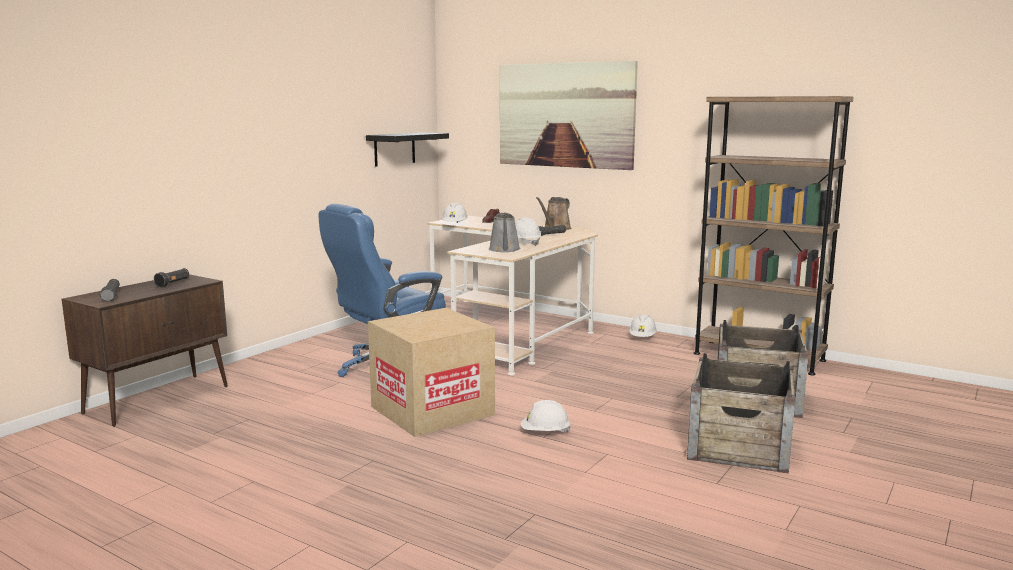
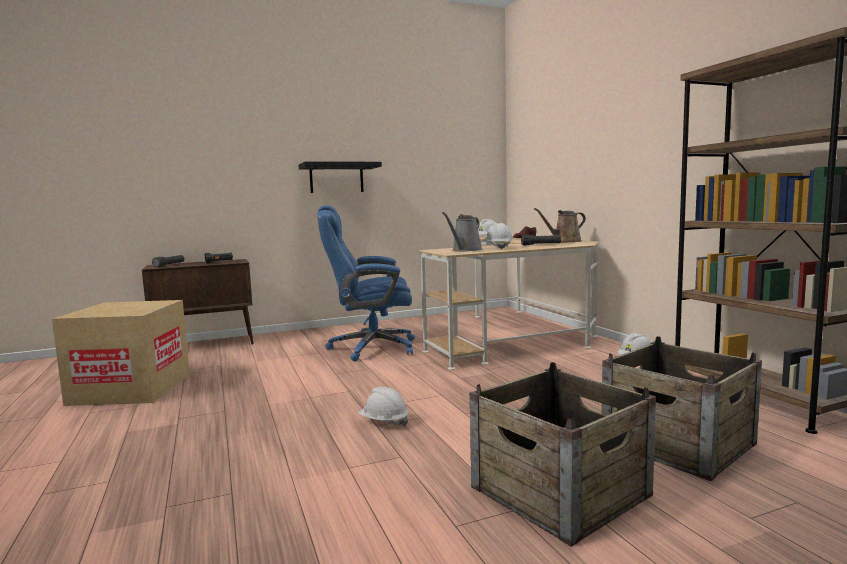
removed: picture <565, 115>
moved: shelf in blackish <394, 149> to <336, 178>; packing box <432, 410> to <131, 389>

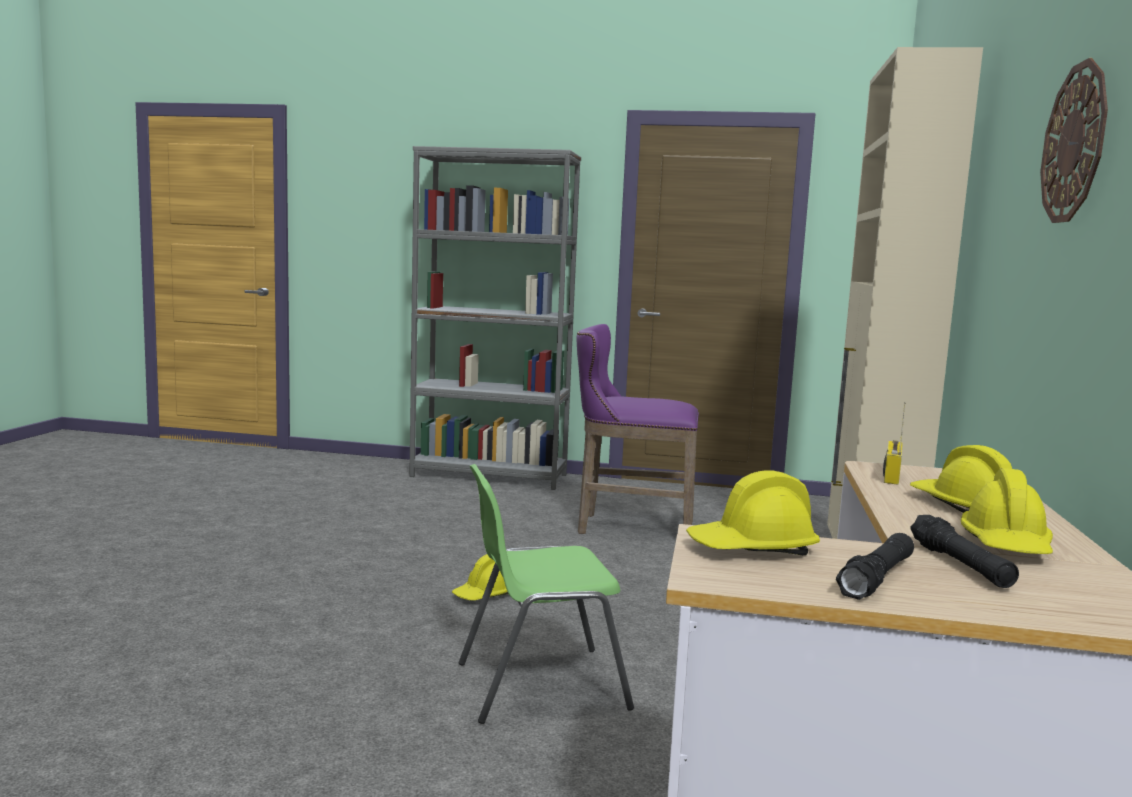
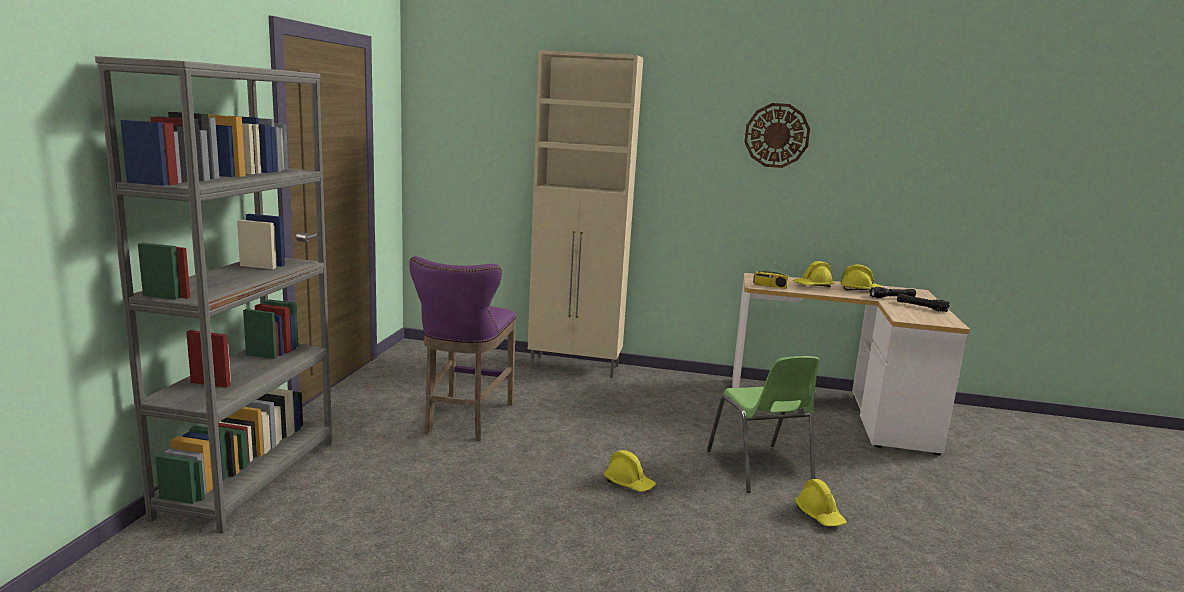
moved: hard hat in yellowish <752, 548> to <819, 515>

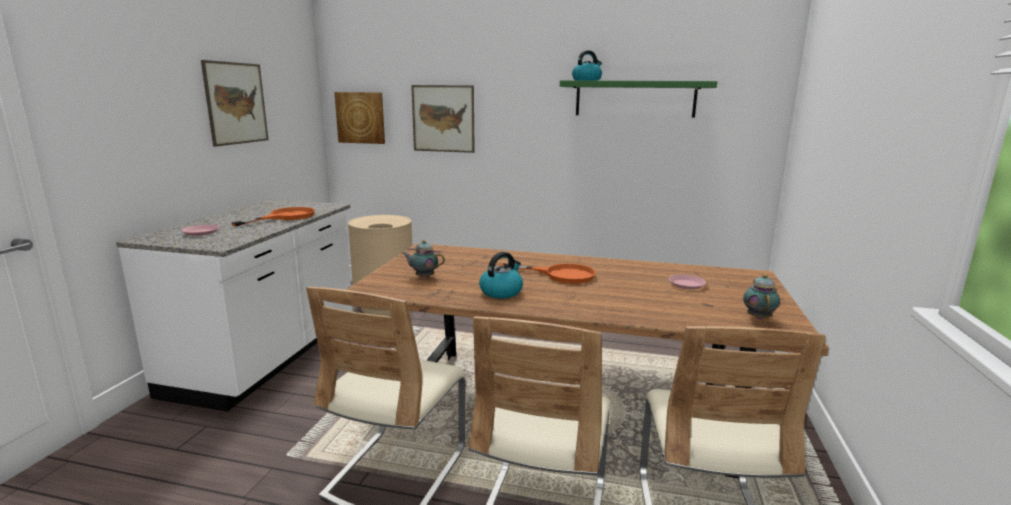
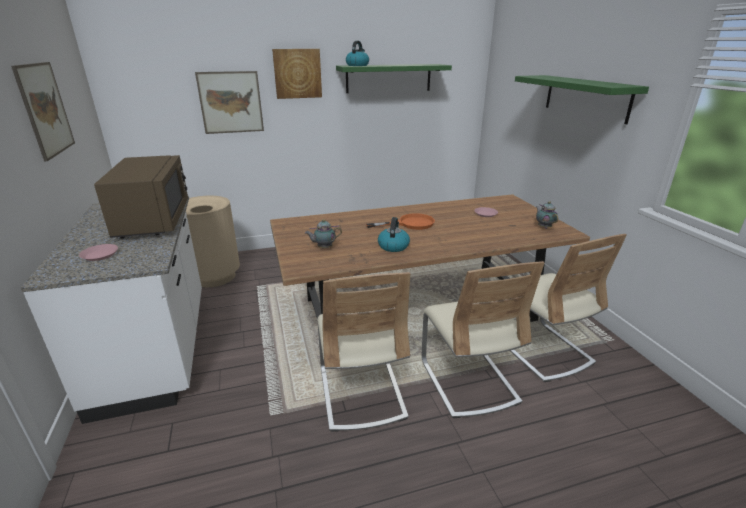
added: shelf in greenish <586, 97>
moved: picture <361, 117> to <297, 73>
replaced: skillet in orange-coloured <285, 217> to microwave in brownish <153, 220>

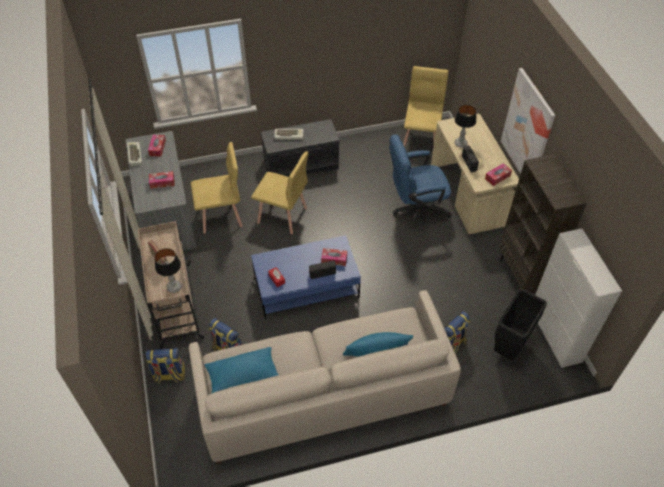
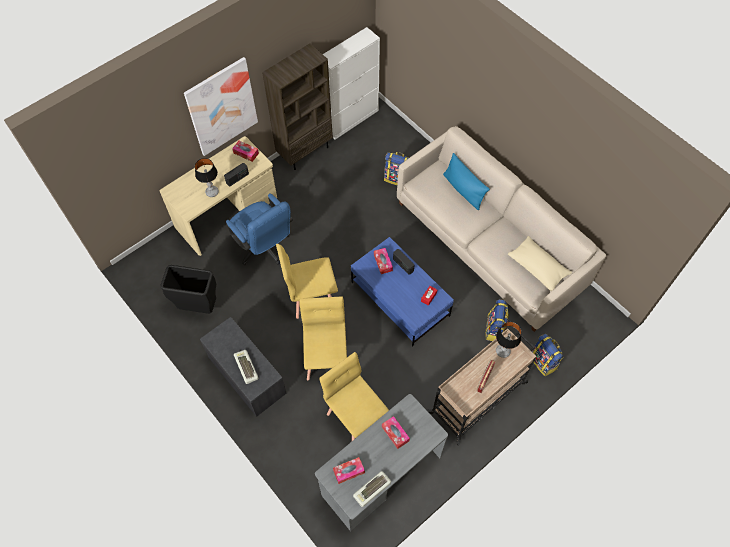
moved: plain chair in yellowish <421, 140> to <311, 297>; rubbish bin in blackish <510, 348> to <199, 306>
recoloured: cushion in blue-coloured <242, 376> to cushion in beige <538, 267>

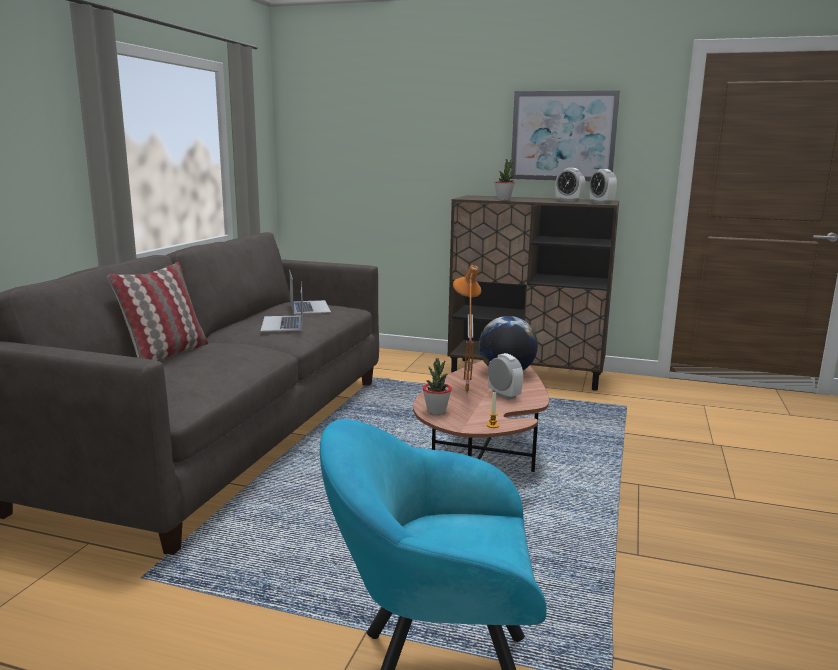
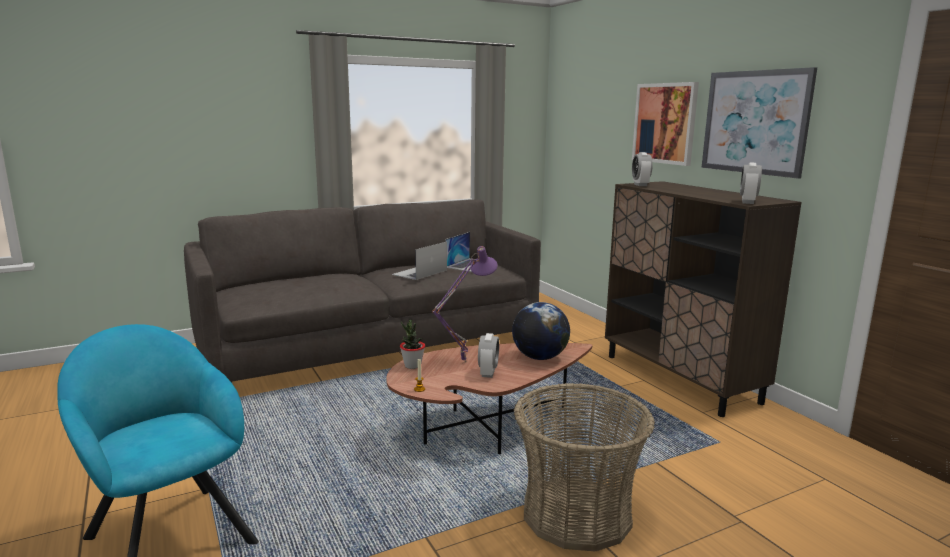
removed: cushion <166, 355>; houseplant <503, 199>
added: basket <577, 514>; picture <665, 123>
moved: table clock <569, 200> to <640, 185>
recoloured: table lamp in orange-coloured <464, 394> to table lamp in purple <462, 362>

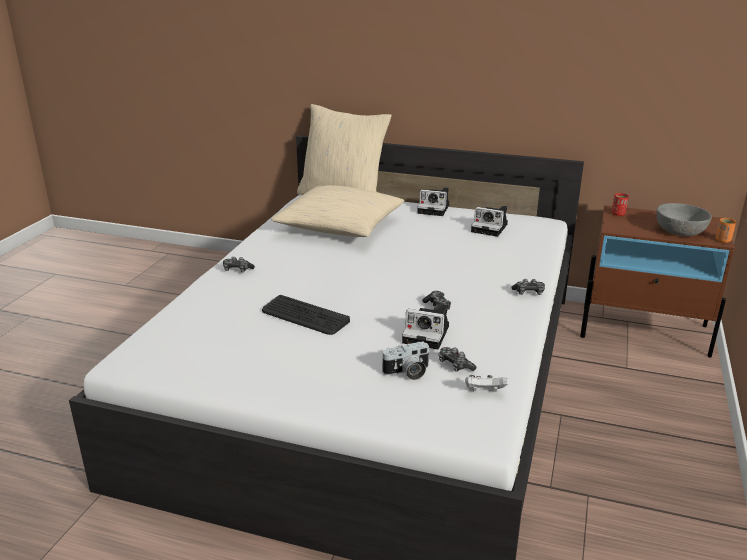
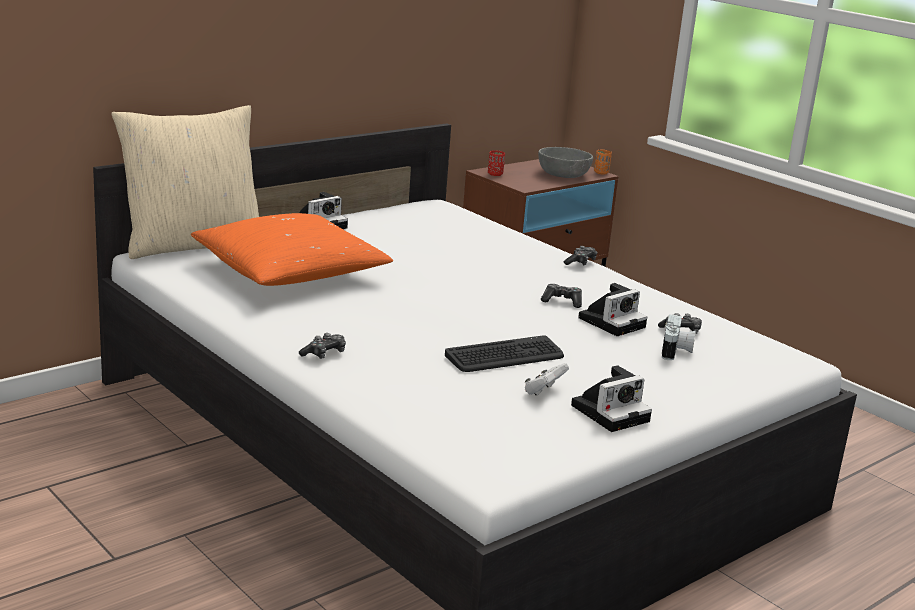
moved: joypad in white-coloured <484, 392> to <543, 392>; photo camera <491, 228> to <611, 412>
recoloured: cushion in beige <340, 226> to cushion in orange-coloured <290, 272>

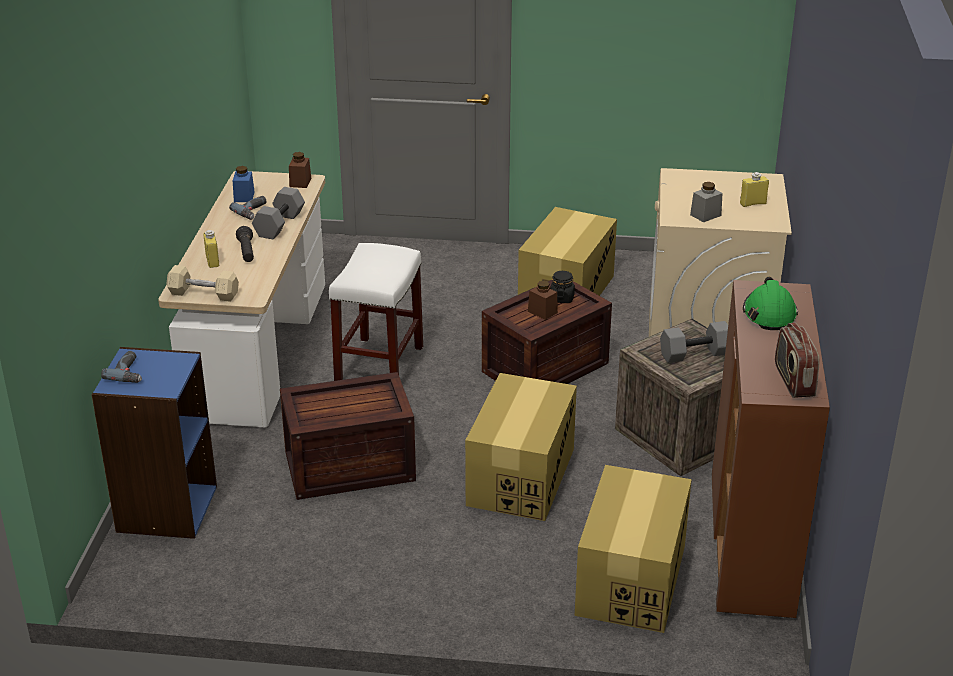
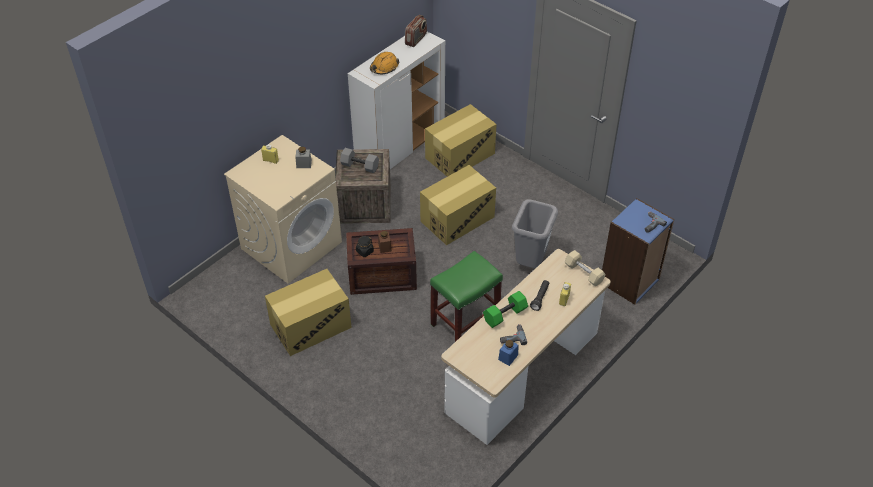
removed: preserve jar in brownish <300, 182>
replaced: packing crate <347, 466> to rubbish bin in gray <530, 263>
recoloured: dumbbell in gray <279, 224> to dumbbell in greenish <505, 315>; stool seat in white-coloured <380, 366> to stool seat in greenish <465, 322>; cabinet in brownish <752, 546> to cabinet in white-coloured <400, 146>; hard hat in greenish <769, 313> to hard hat in orange-coloured <384, 67>

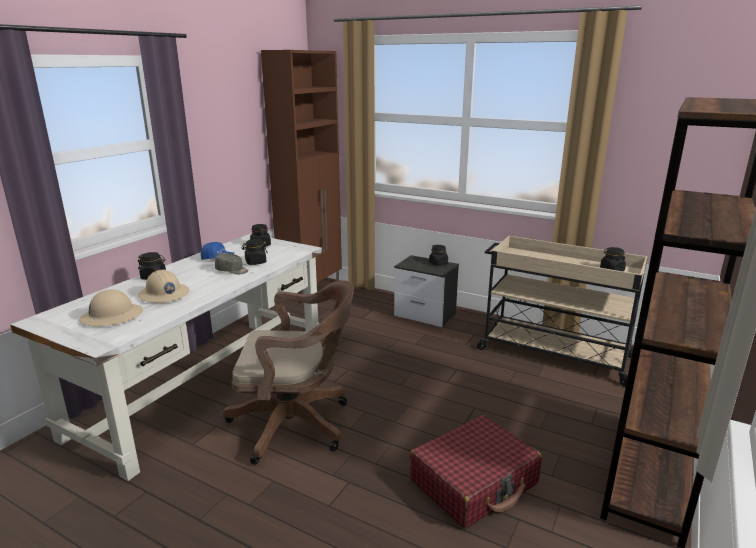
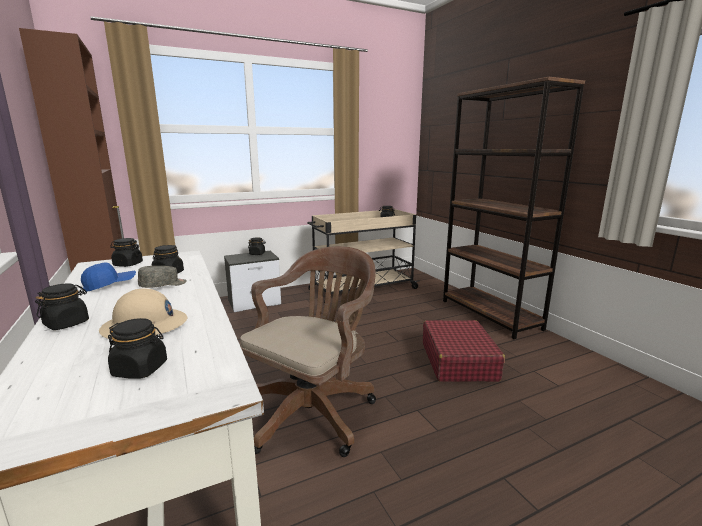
replaced: hard hat in beige <112, 316> to preserve jar in blackish <140, 369>

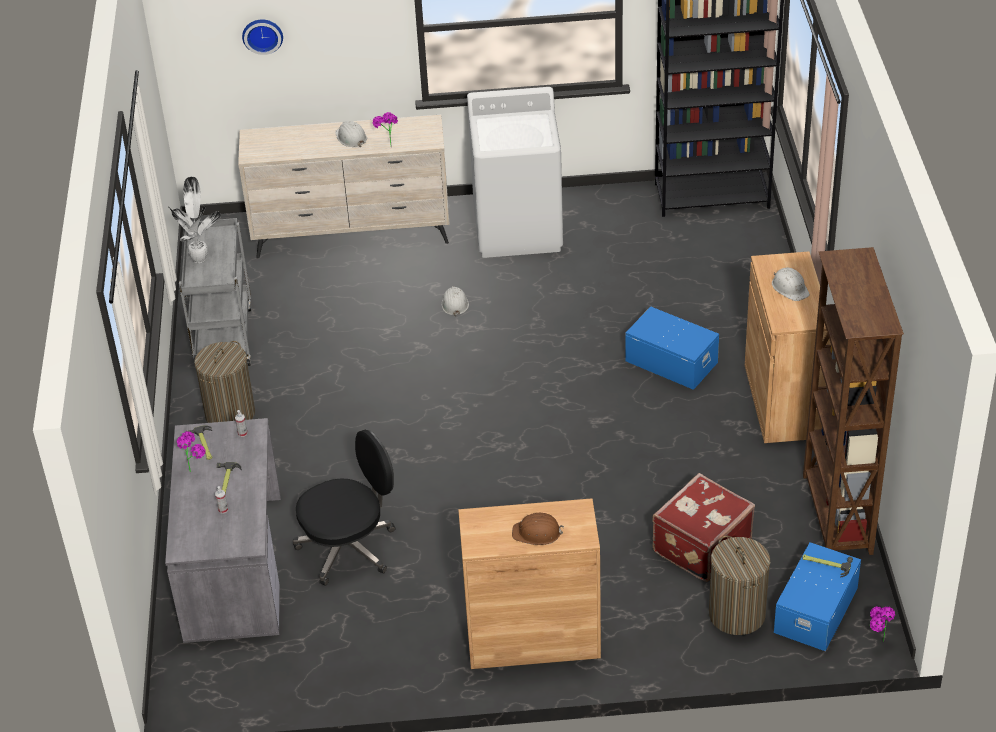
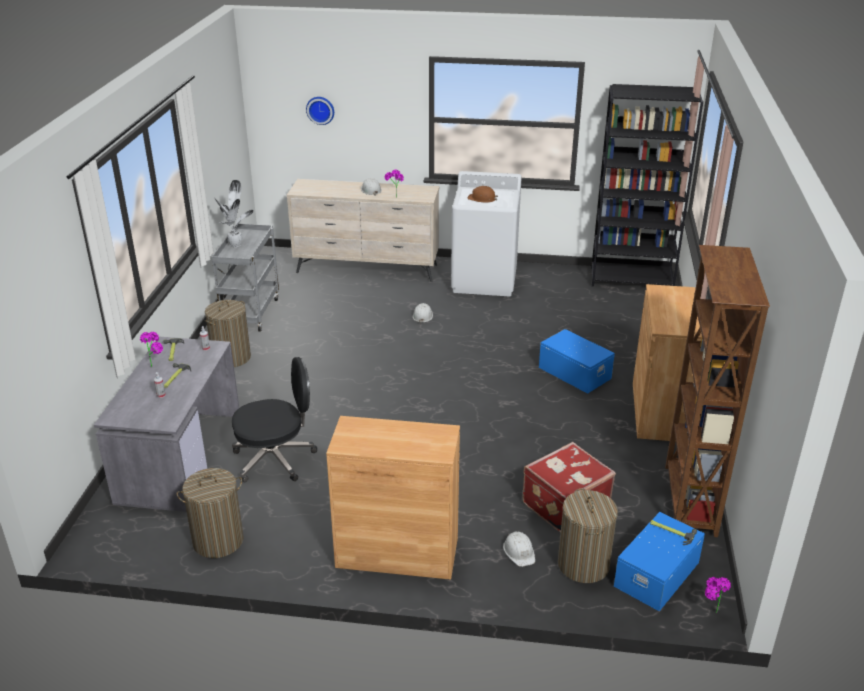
added: laundry basket <218, 540>
moved: hard hat in brownish <537, 533> to <482, 198>; hard hat in white-coloured <790, 288> to <519, 551>

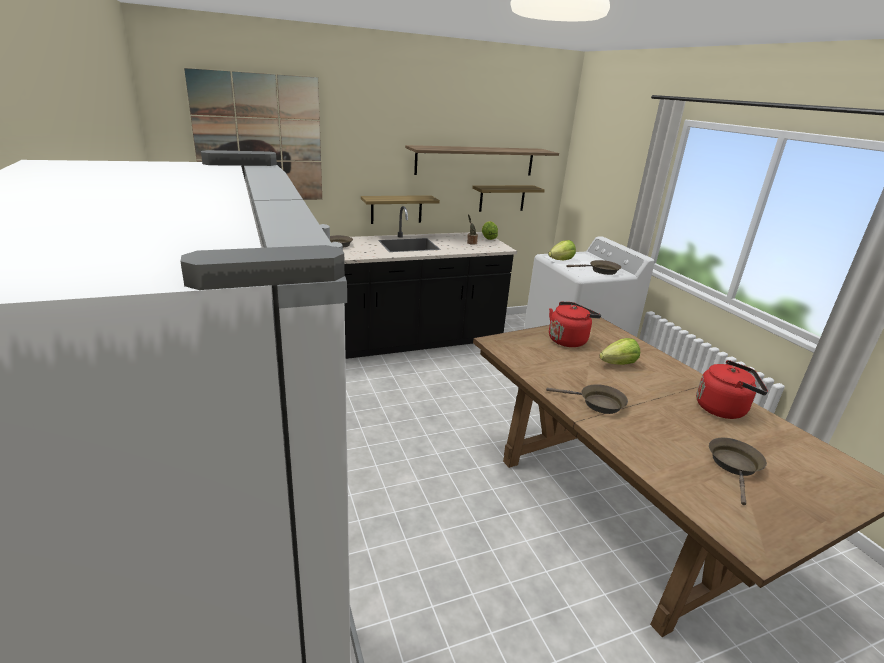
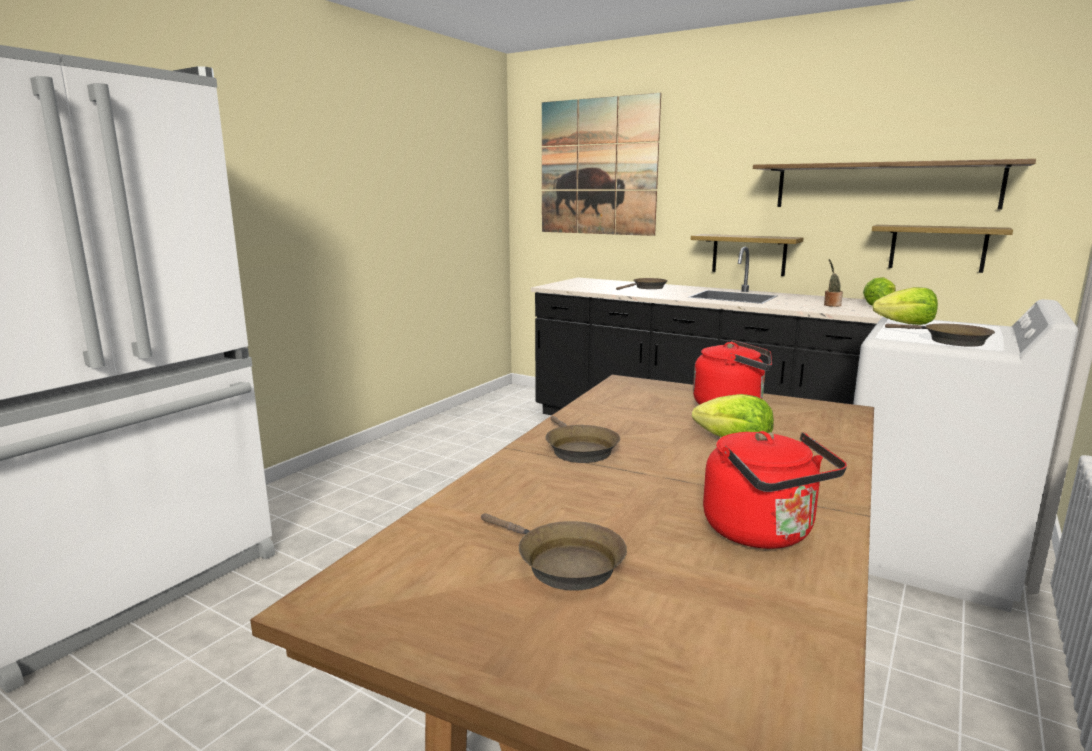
turned: skillet in brownish <734, 466> = <563, 564> 60 degrees clockwise

